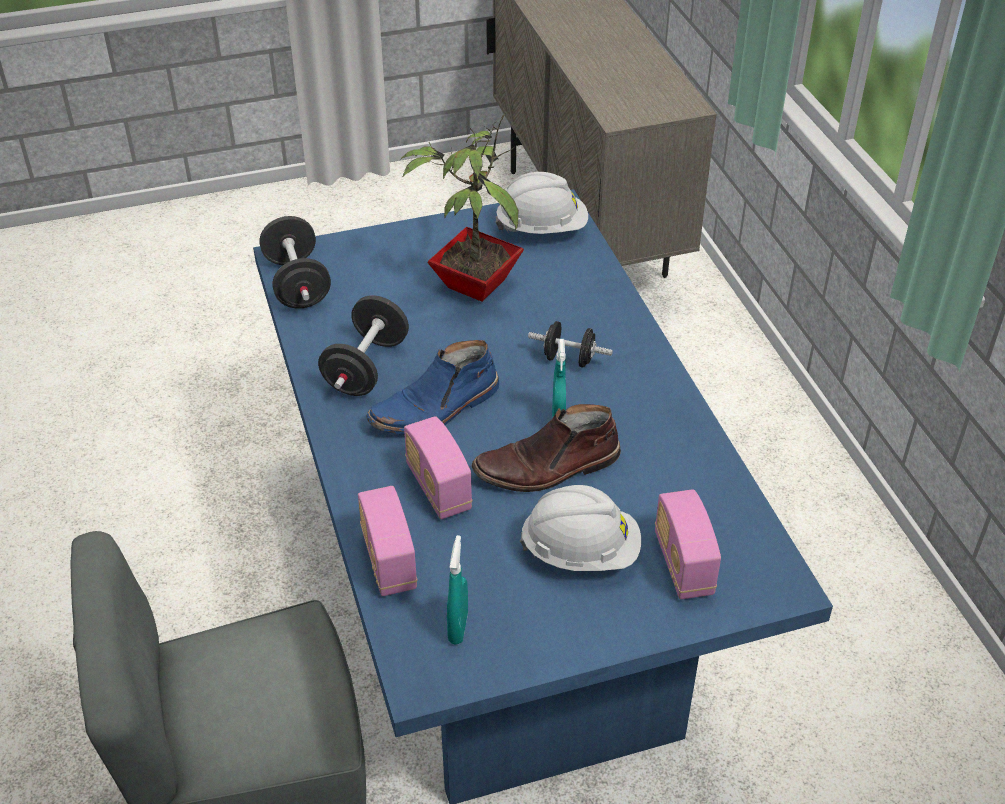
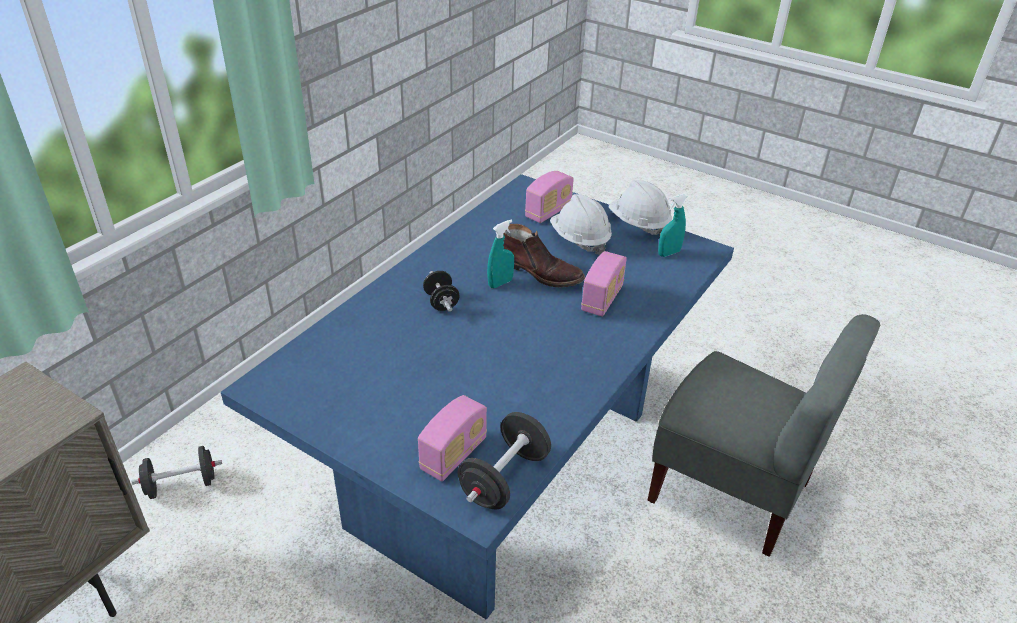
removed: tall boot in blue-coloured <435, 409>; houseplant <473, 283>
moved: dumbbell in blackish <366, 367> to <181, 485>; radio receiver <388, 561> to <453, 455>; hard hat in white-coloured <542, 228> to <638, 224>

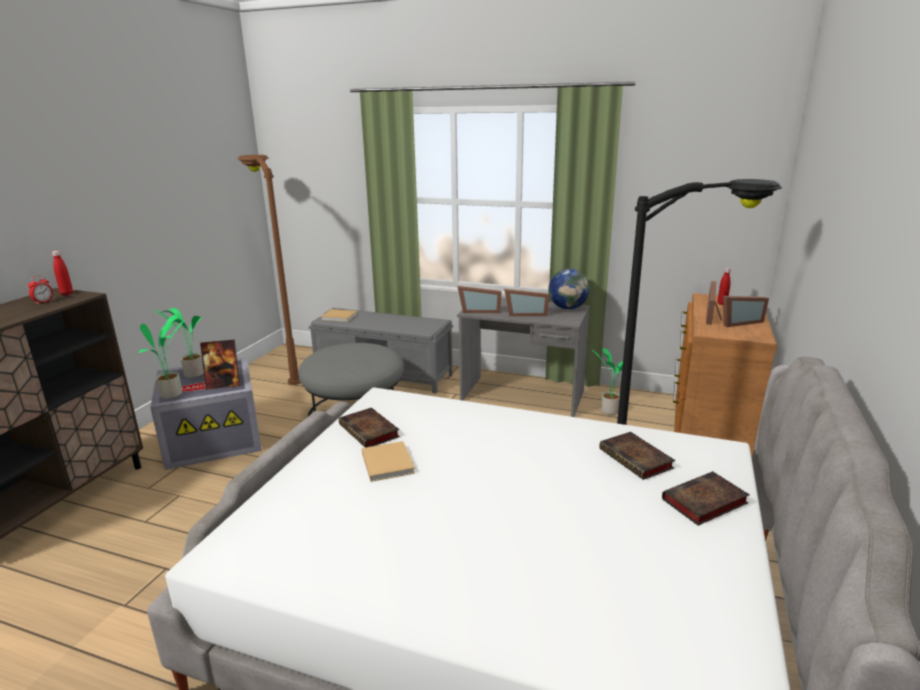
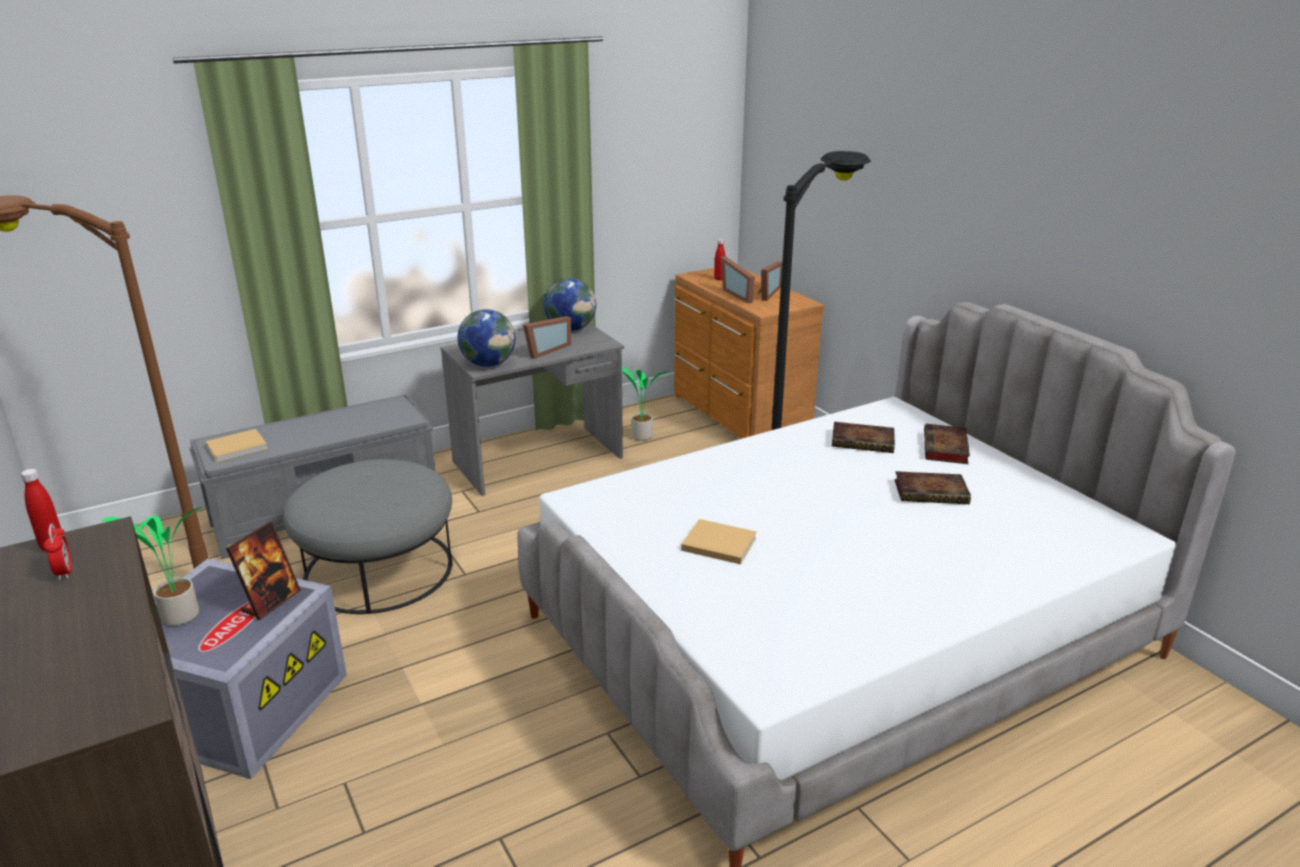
removed: houseplant <173, 394>
moved: bound book <370, 431> to <932, 492>
replaced: picture frame <479, 311> to world globe <488, 364>

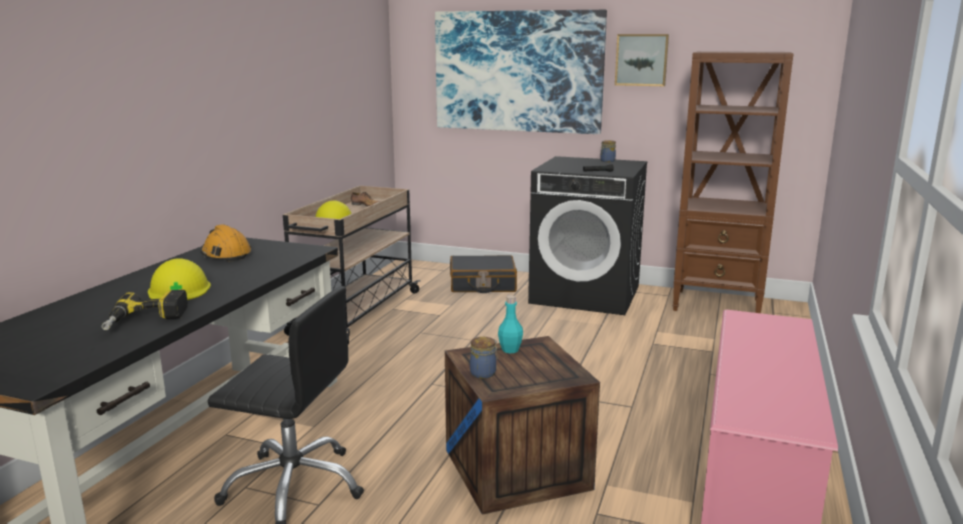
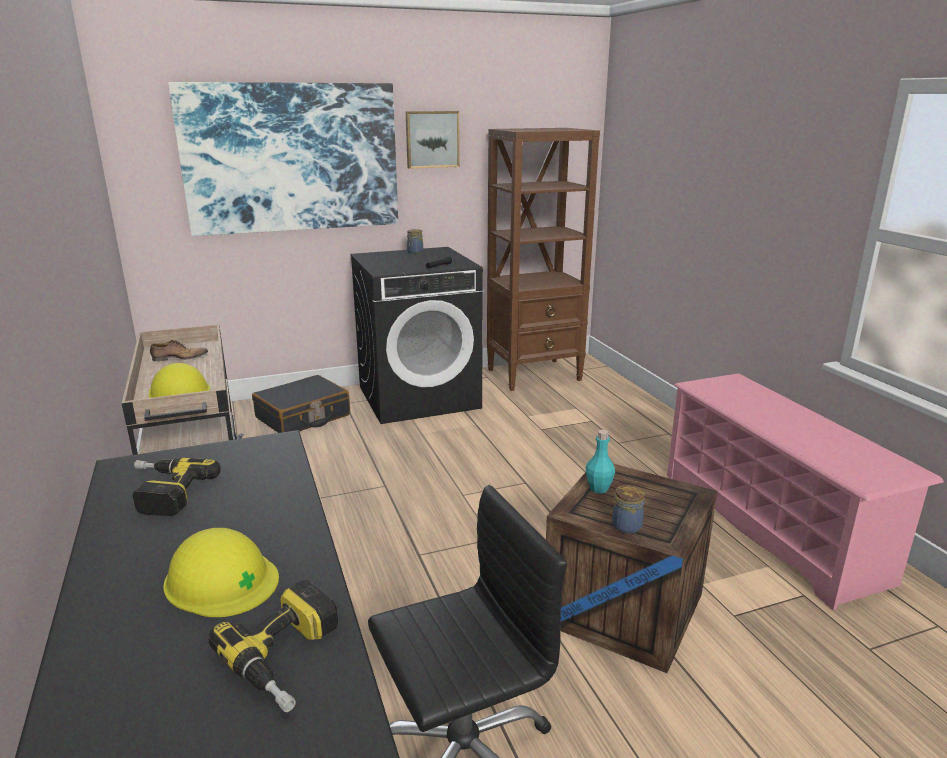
replaced: hard hat in orange-coloured <226, 254> to drill <163, 493>

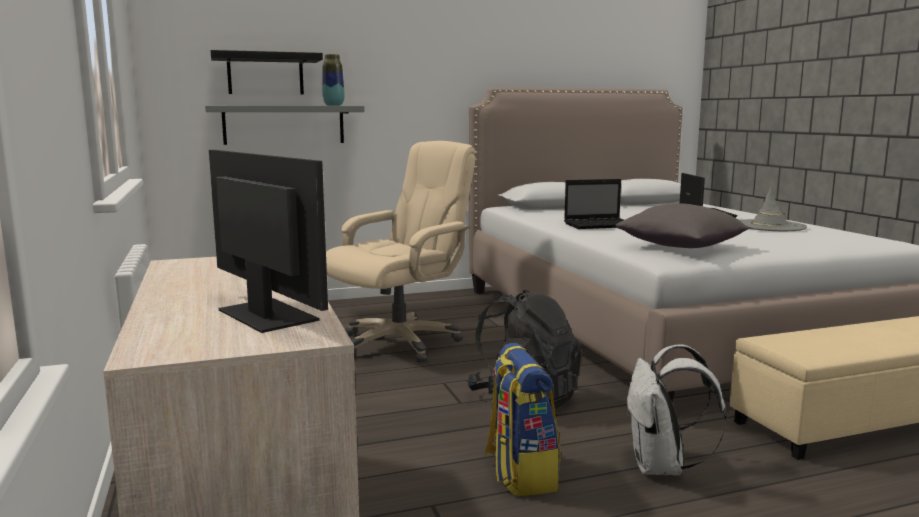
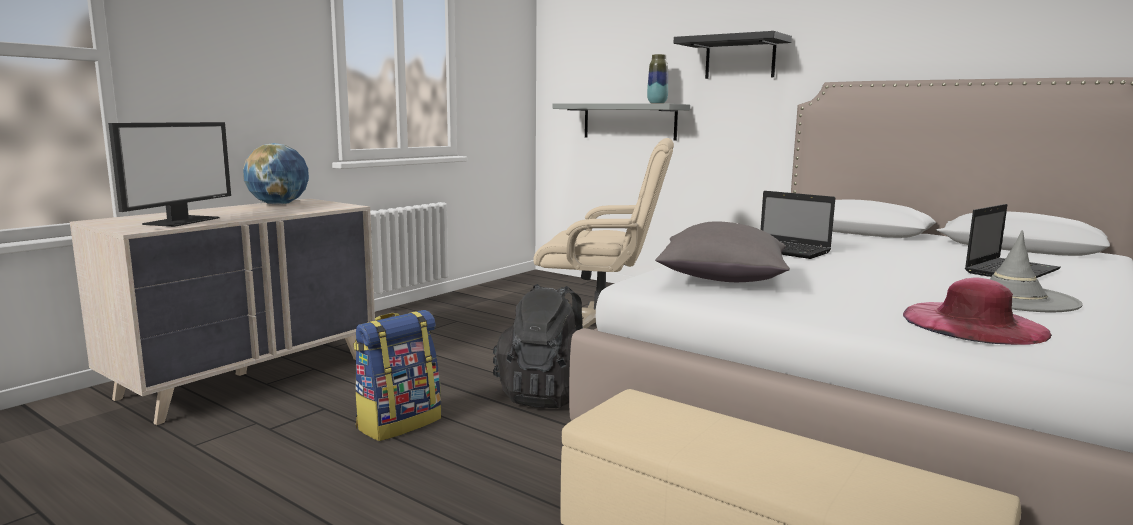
removed: backpack in white-coloured <662, 467>
added: world globe <278, 204>; hat in pinkish <974, 324>
moved: shelf in blackish <265, 74> to <740, 58>

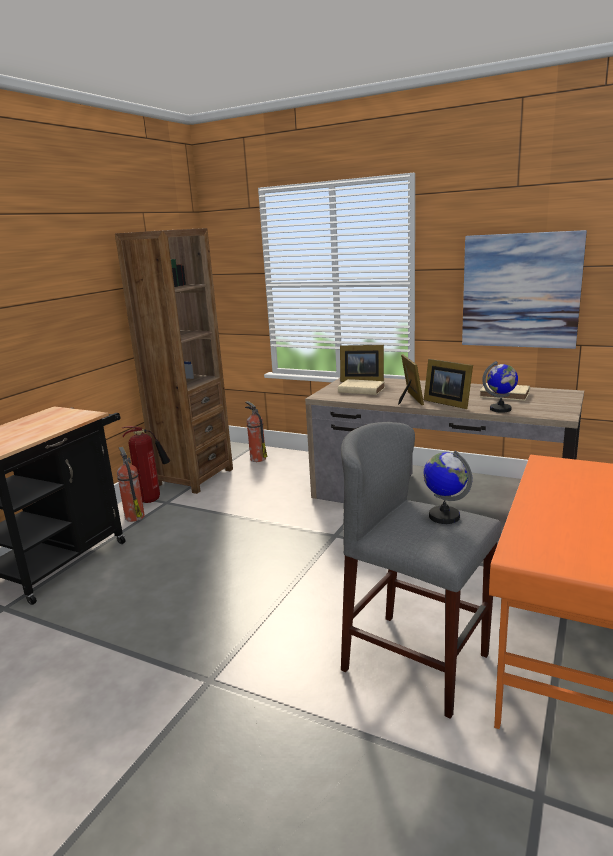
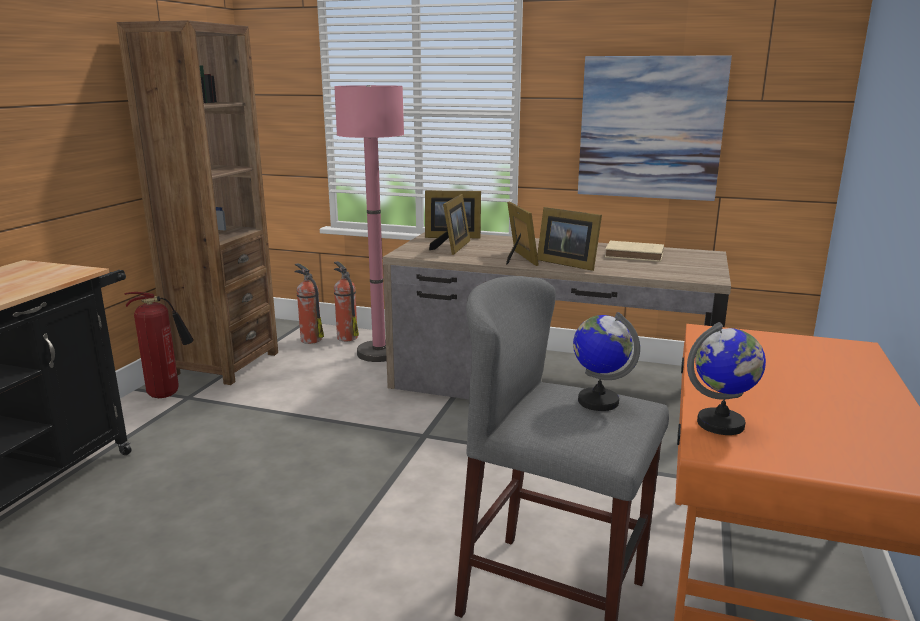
added: standing lamp in pinkish <379, 353>
moved: fire extinguisher <134, 516> to <346, 337>; world globe <500, 409> to <721, 424>
replaced: bound book in beige <360, 390> to picture frame <453, 247>

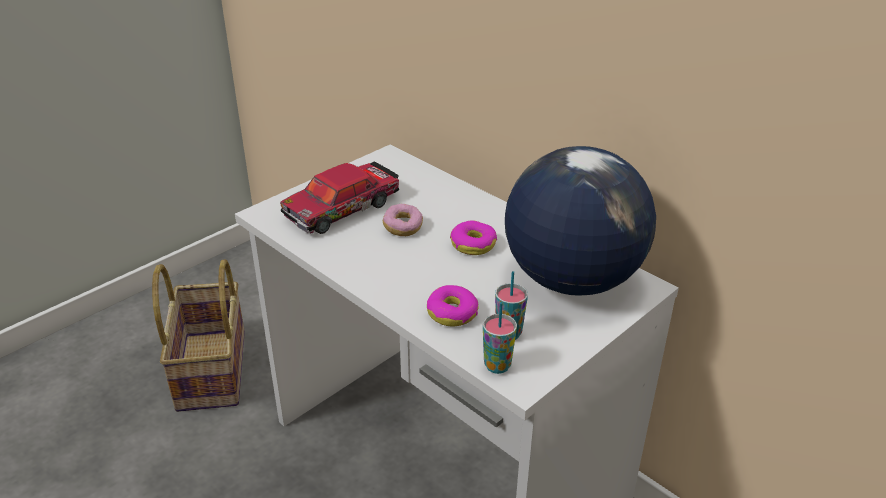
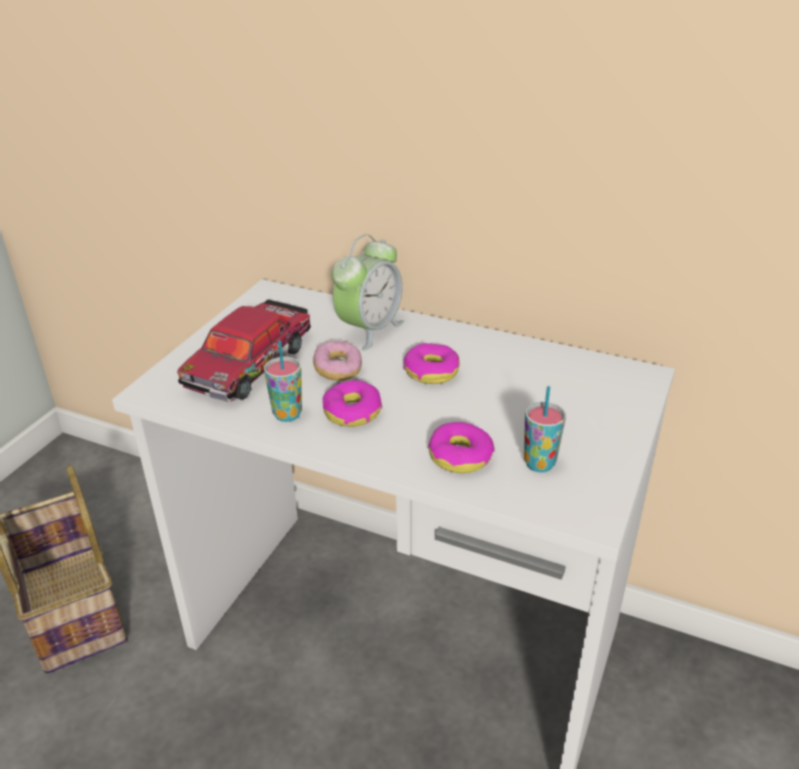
removed: world globe <571, 280>
added: ring doughnut <352, 412>; table clock <369, 330>
moved: drinking cup <497, 366> to <287, 414>

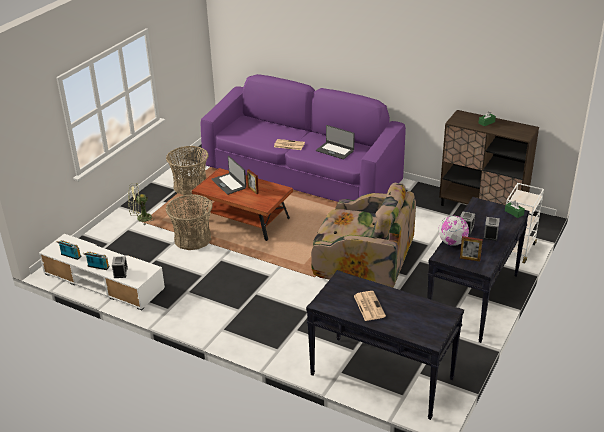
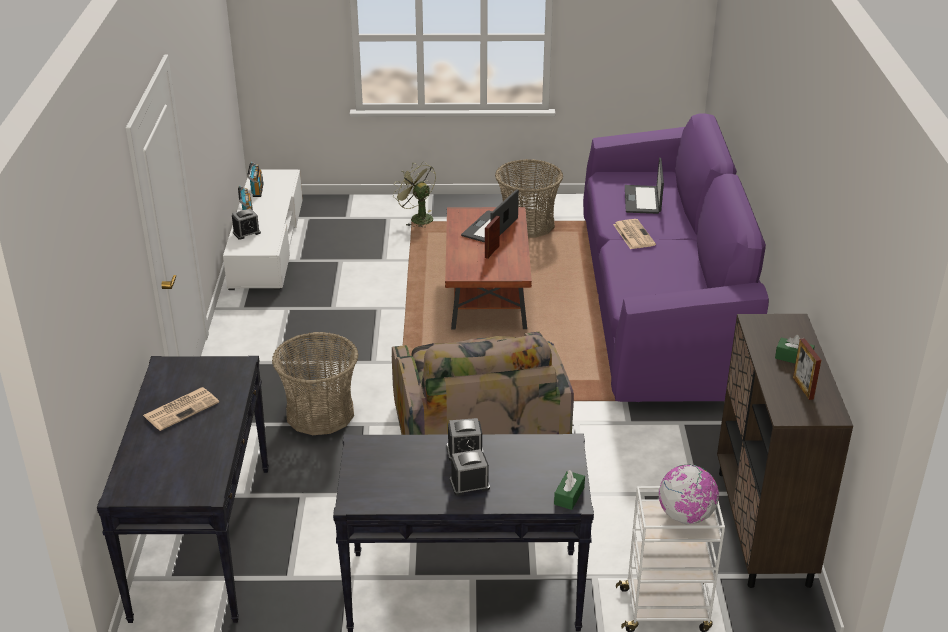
moved: basket <192, 239> to <320, 413>; notebook computer <335, 150> to <643, 200>; world globe <452, 242> to <686, 516>; picture frame <469, 259> to <803, 388>

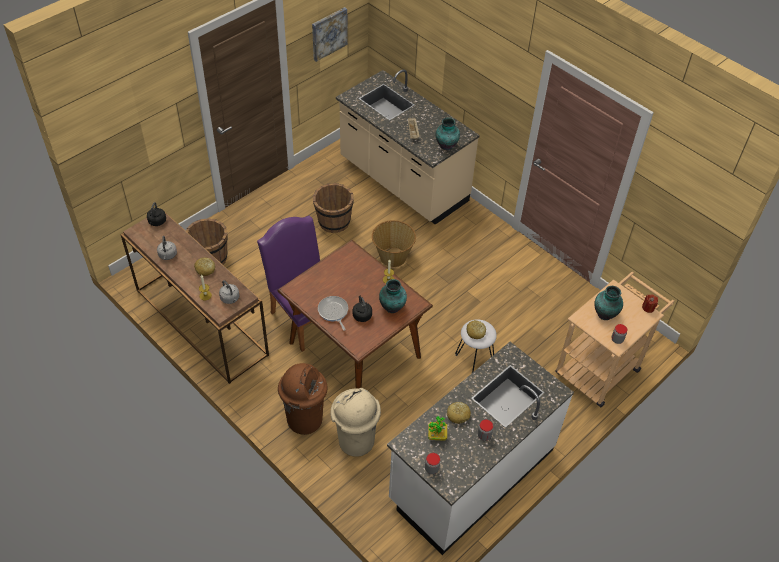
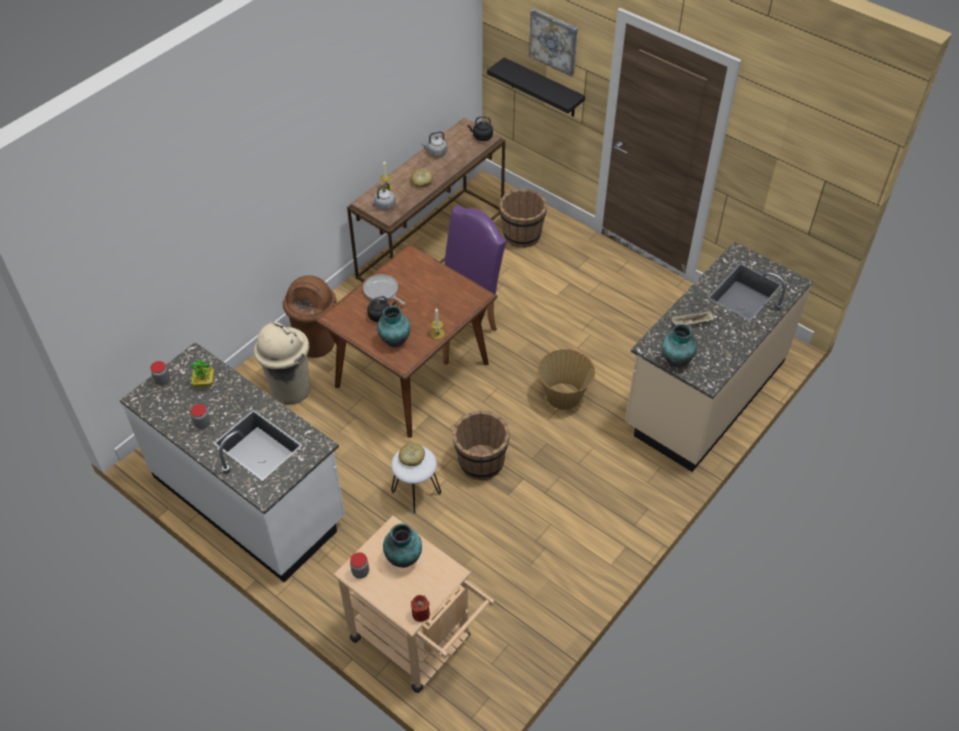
removed: baked bread <458, 415>
added: shelf in blackish <543, 88>
moved: picture <329, 33> to <554, 41>; bucket in brownish <333, 222> to <480, 462>
turned: skillet <333, 312> = <382, 291> 105 degrees counterclockwise

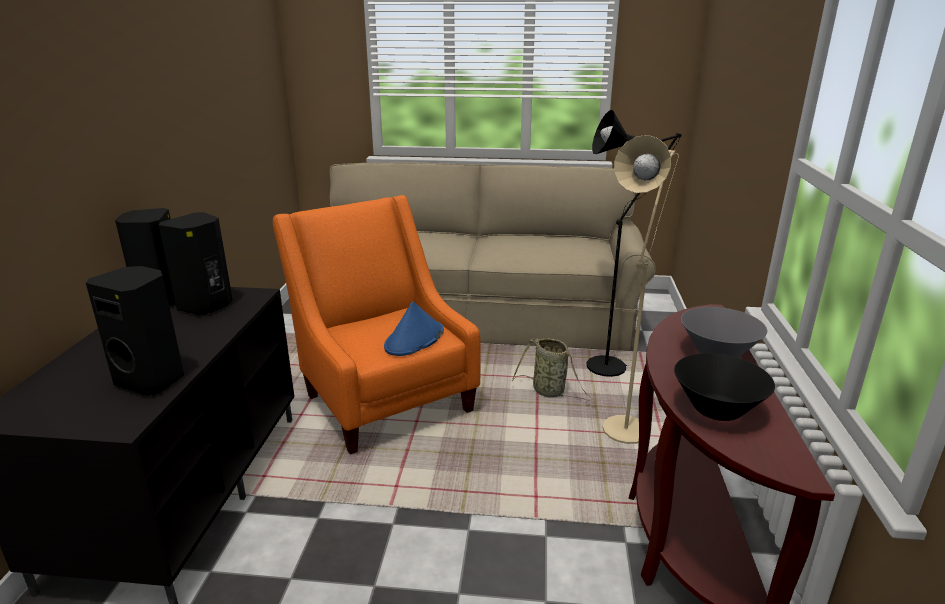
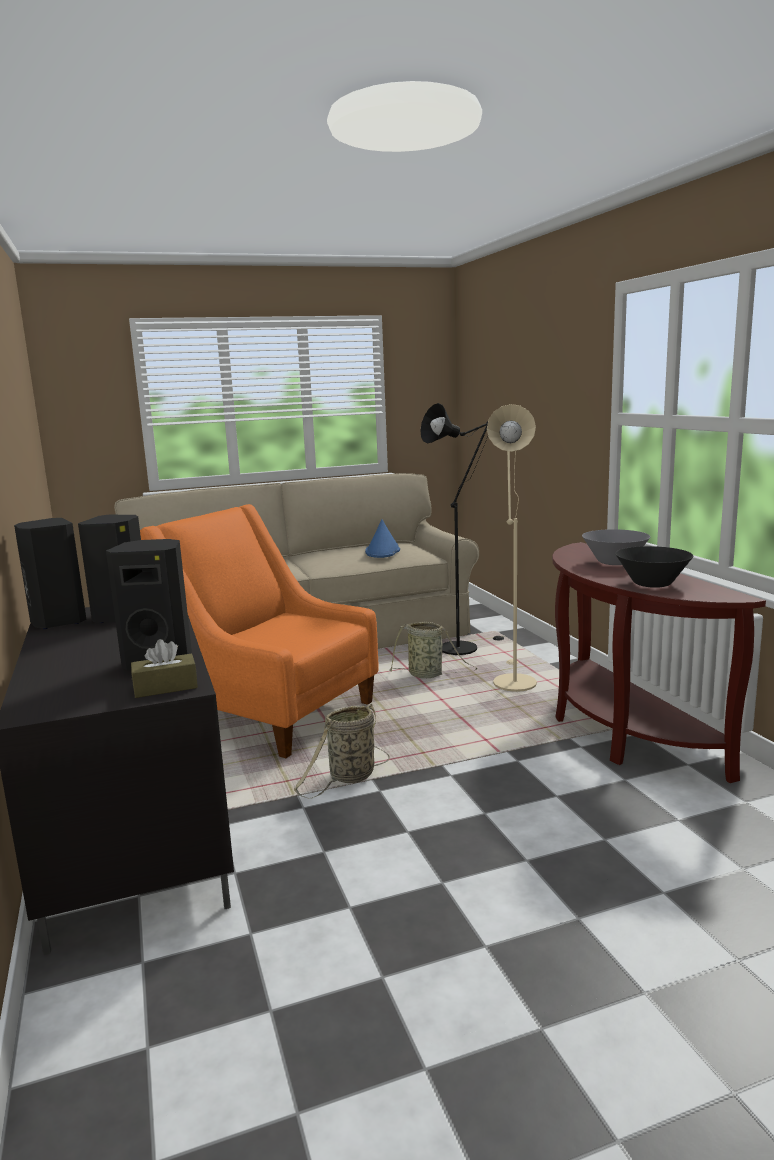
added: tissue holder in brownish <165, 687>; basket <349, 778>
moved: hat in blue-coloured <414, 339> to <383, 551>

